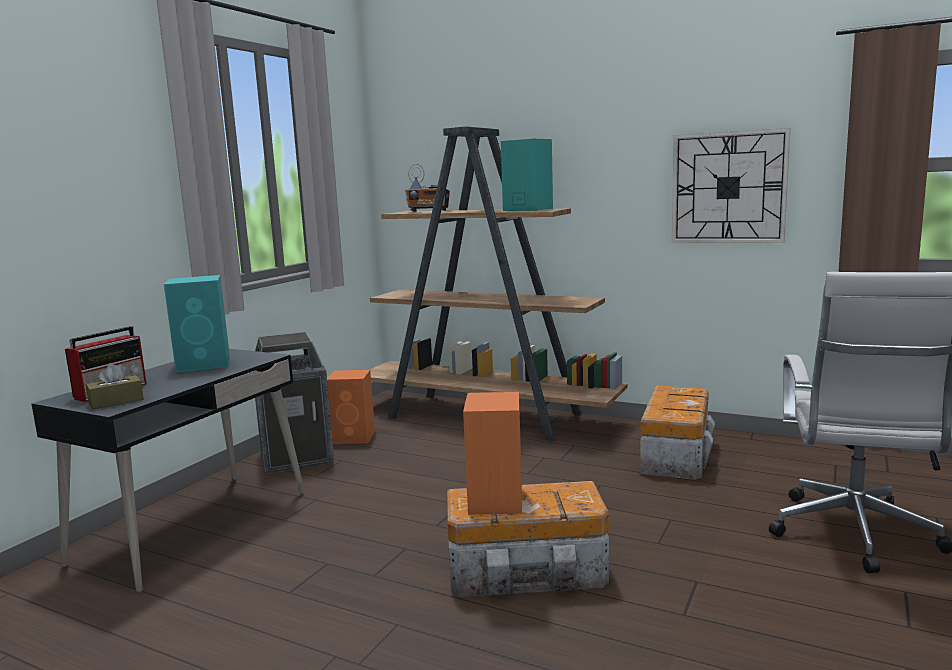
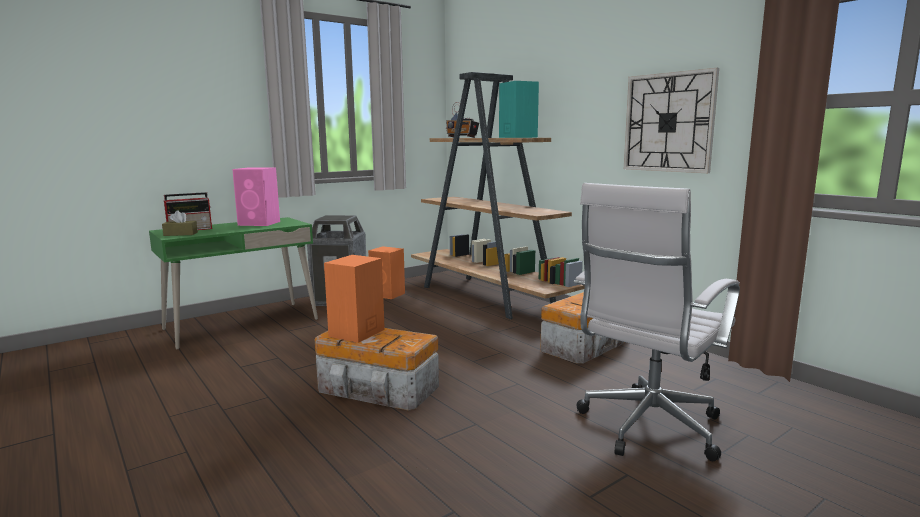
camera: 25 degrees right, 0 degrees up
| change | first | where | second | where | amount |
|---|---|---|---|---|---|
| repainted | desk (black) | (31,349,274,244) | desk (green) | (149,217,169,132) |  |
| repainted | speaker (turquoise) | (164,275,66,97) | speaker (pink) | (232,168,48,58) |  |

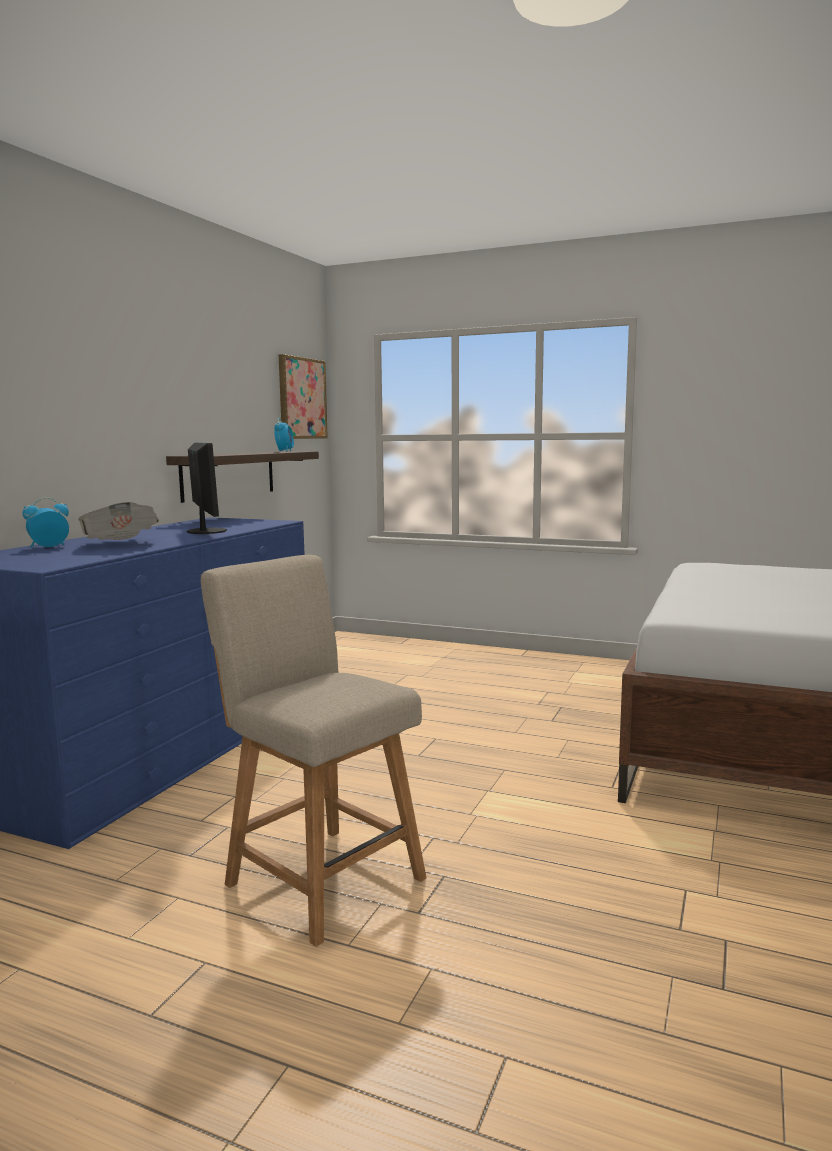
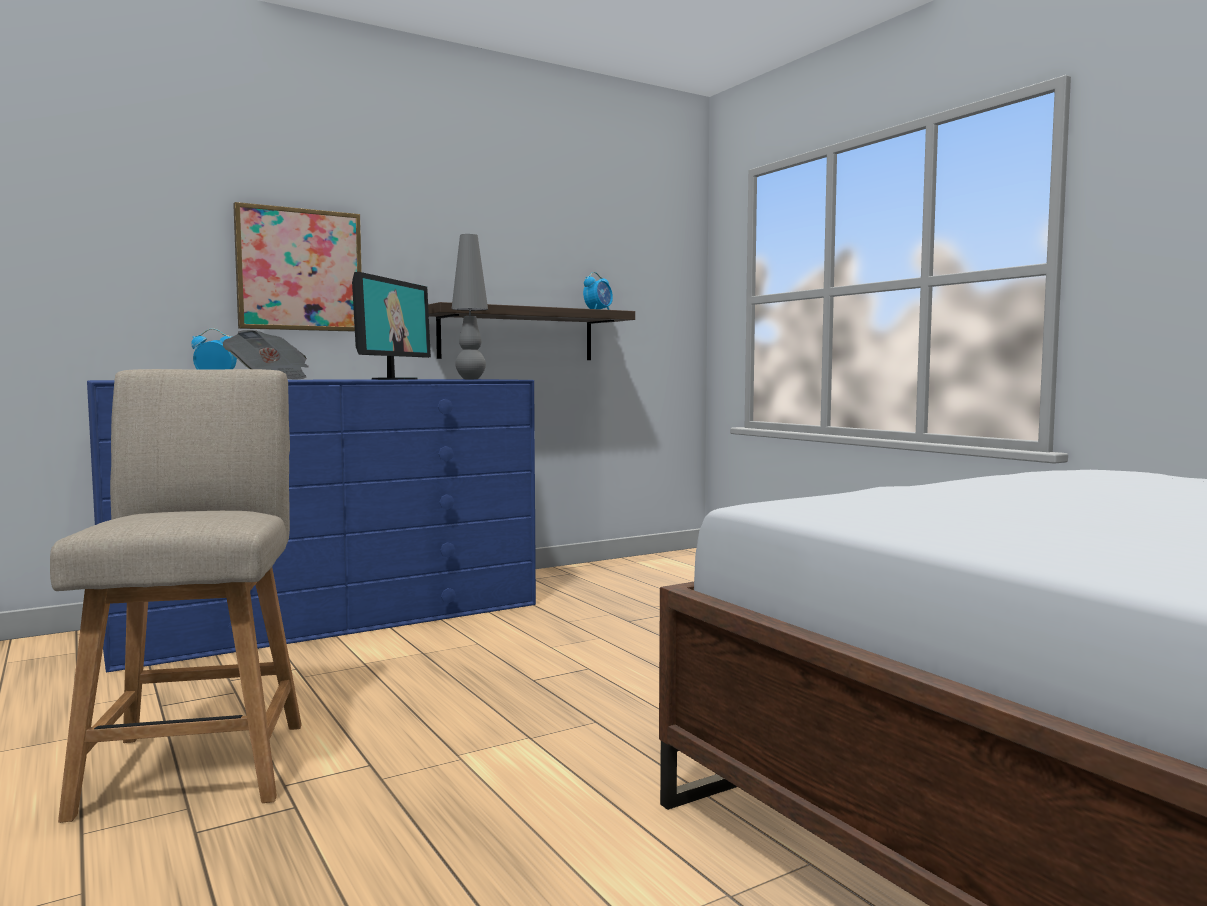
camera: 35 degrees right, 5 degrees down
| change | first | where | second | where | amount |
|---|---|---|---|---|---|
| shifted | picture | (279,354,49,85) |  | (233,202,129,130) |  |
| new |  |  | table lamp (grey) | (452,234,36,145) |  |

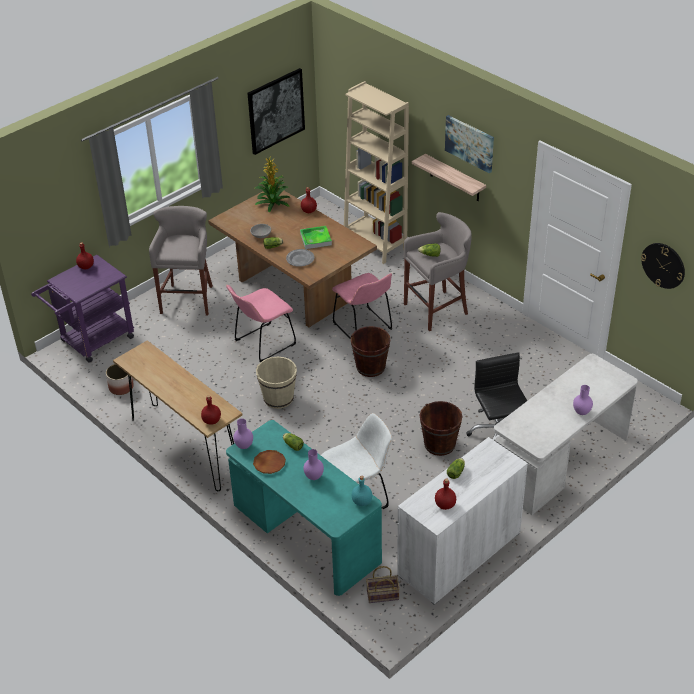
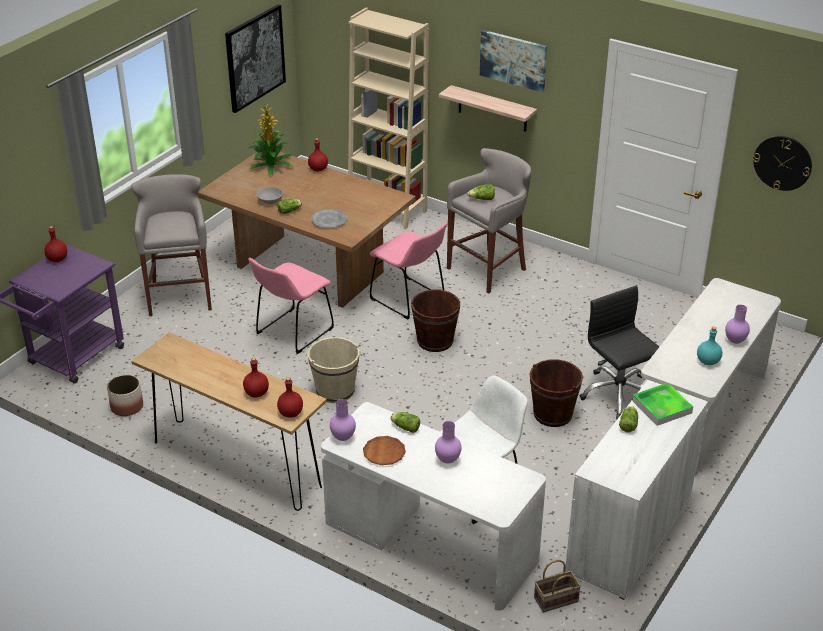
camera: 15 degrees left, 5 degrees down
| change | first | where | second | where | amount |
|---|---|---|---|---|---|
| repainted | desk (turquoise) | (226,420,156,176) | desk (white) | (321,402,225,209) |  |
| shifted | tray | (300,226,32,23) |  | (632,383,61,43) |  |
| shifted | bottle (turquoise) | (351,476,21,30) |  | (697,327,25,38) |  |
| shifted | bottle (red) | (435,478,21,32) |  | (243,358,26,40) |  |

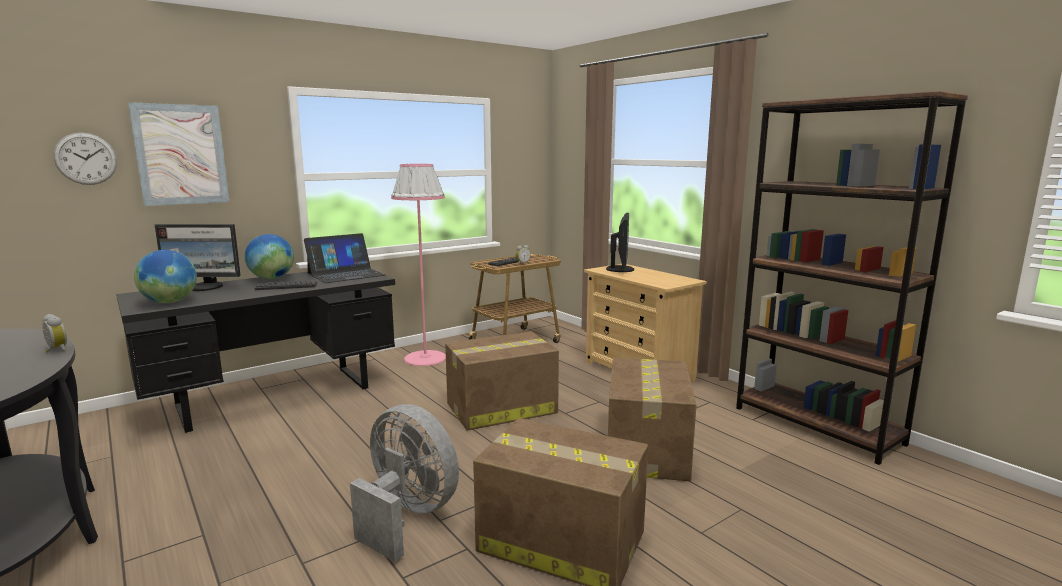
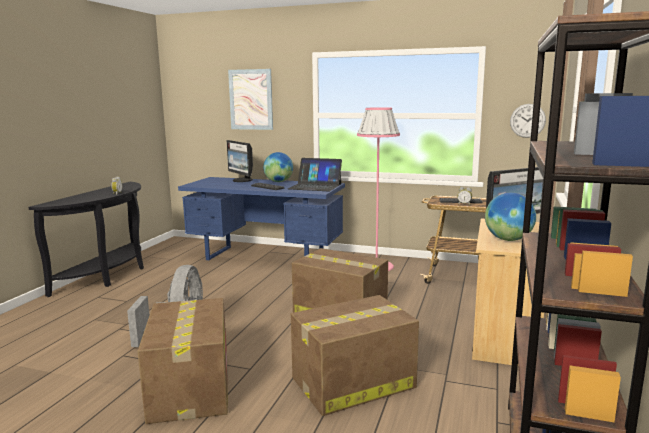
camera: 55 degrees right, 0 degrees up
| change | first | where | second | where | amount |
|---|---|---|---|---|---|
| shifted | wall clock | (53,133,64,52) |  | (510,104,36,34) |  |
| repainted | desk (black) | (116,272,279,161) | desk (blue) | (178,177,167,83) |  |
| shifted | globe | (134,250,63,53) |  | (485,193,51,48) |  |

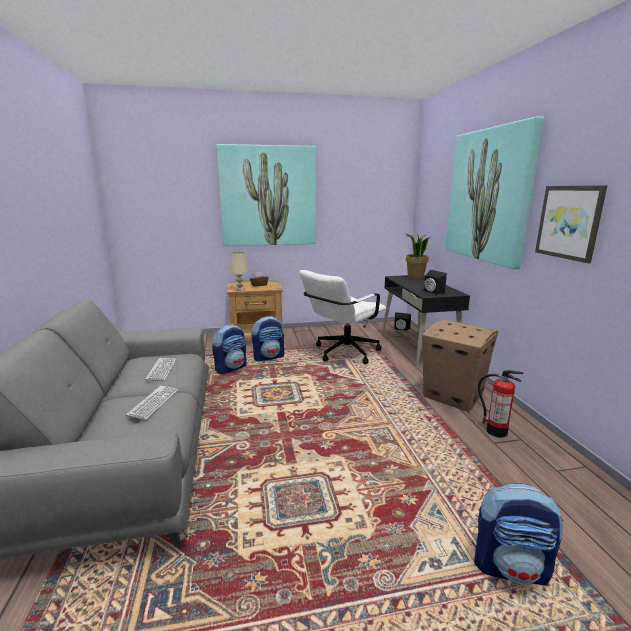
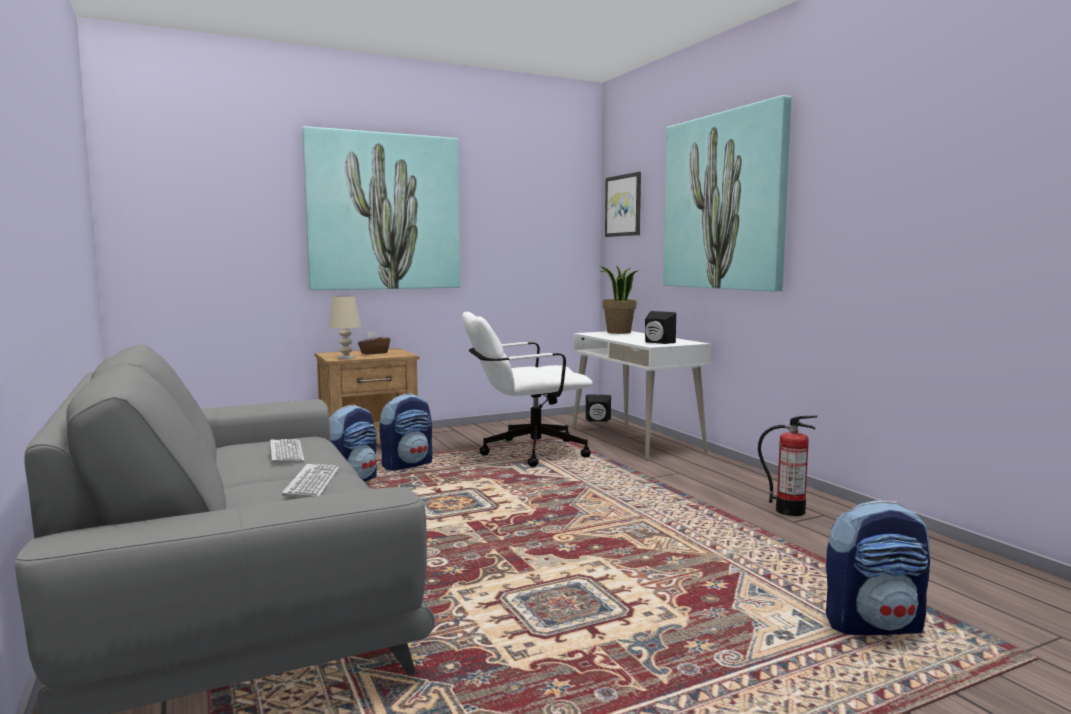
camera: 15 degrees left, 10 degrees down
| change | first | where | second | where | amount |
|---|---|---|---|---|---|
| rotated | office chair (white) | (300,270,86,94) |  | (462,312,131,155) | 45 degrees clockwise |
| repainted | desk (black) | (381,275,89,95) | desk (white) | (572,331,139,130) |  |
| gone | cardboard box | (422,320,76,92) |  |  |  |
| shifted | picture | (535,185,72,78) |  | (605,172,36,65) |  |

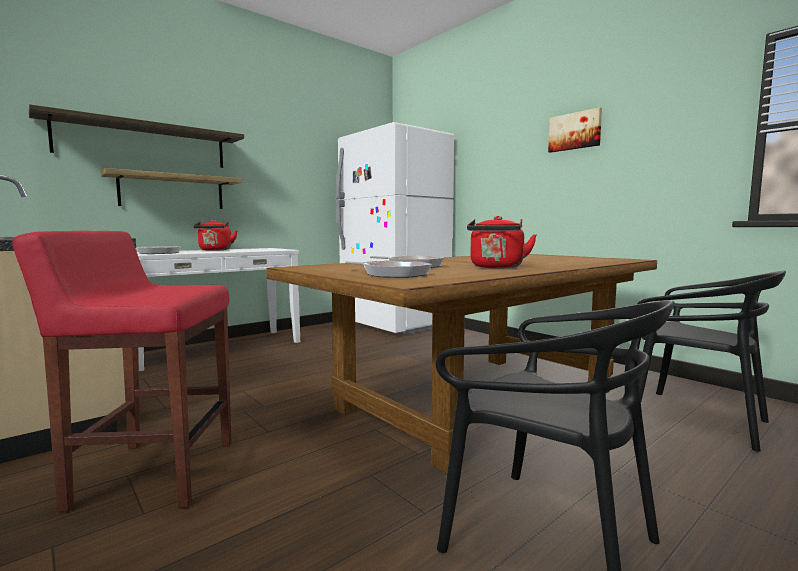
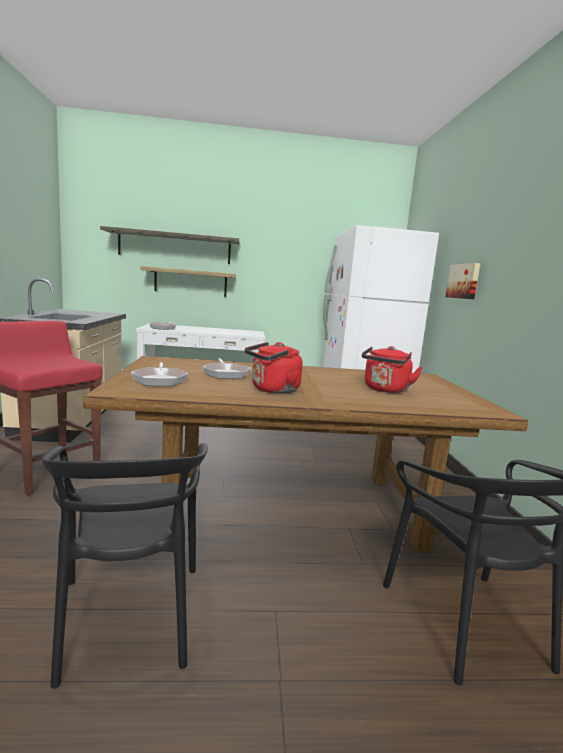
camera: 35 degrees right, 5 degrees up
| change | first | where | second | where | amount |
|---|---|---|---|---|---|
| shifted | kettle (red) | (193,220,44,31) |  | (362,346,61,47) |  |
| shifted | picture | (548,107,54,46) |  | (445,263,35,36) |  |

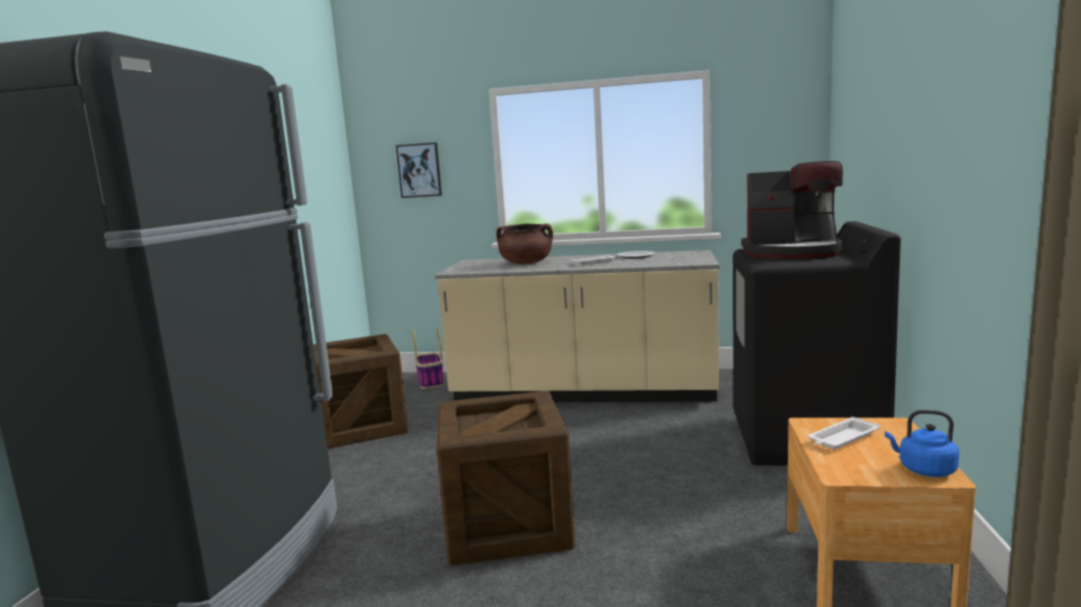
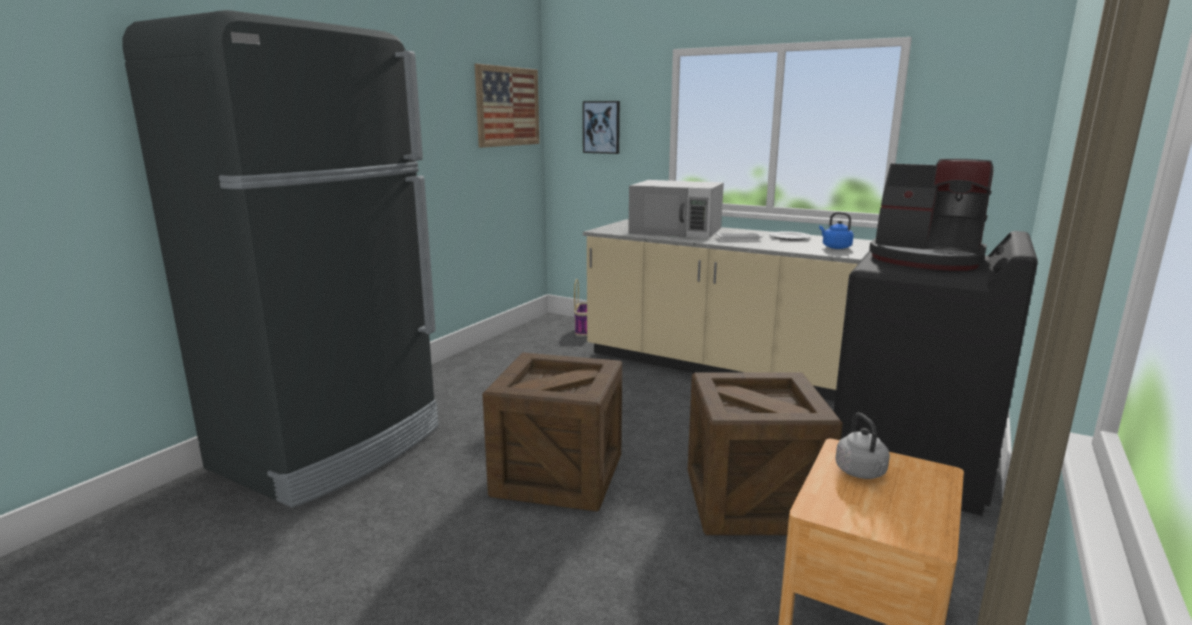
camera: 20 degrees right, 5 degrees up
| change | first | where | second | where | amount |
|---|---|---|---|---|---|
| shifted | crate | (313,334,95,114) |  | (688,373,155,162) |  |
| swapped | cooking pot (brown) | (496,223,57,41) | microwave (white) | (628,180,96,58) |  |
| swapped | tray (white) | (808,417,73,32) | kettle (grey) | (836,413,54,66) |  |
| shifted | kettle (blue) | (885,410,74,67) |  | (819,212,34,37) |  |
| new |  |  | picture | (475,64,65,84) |  |

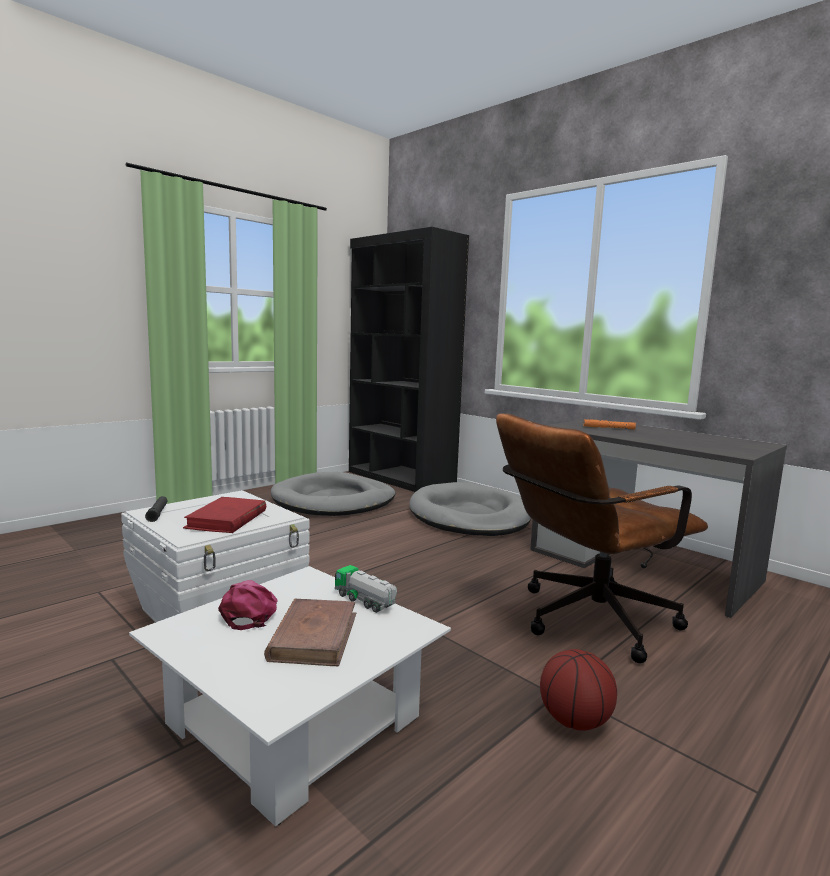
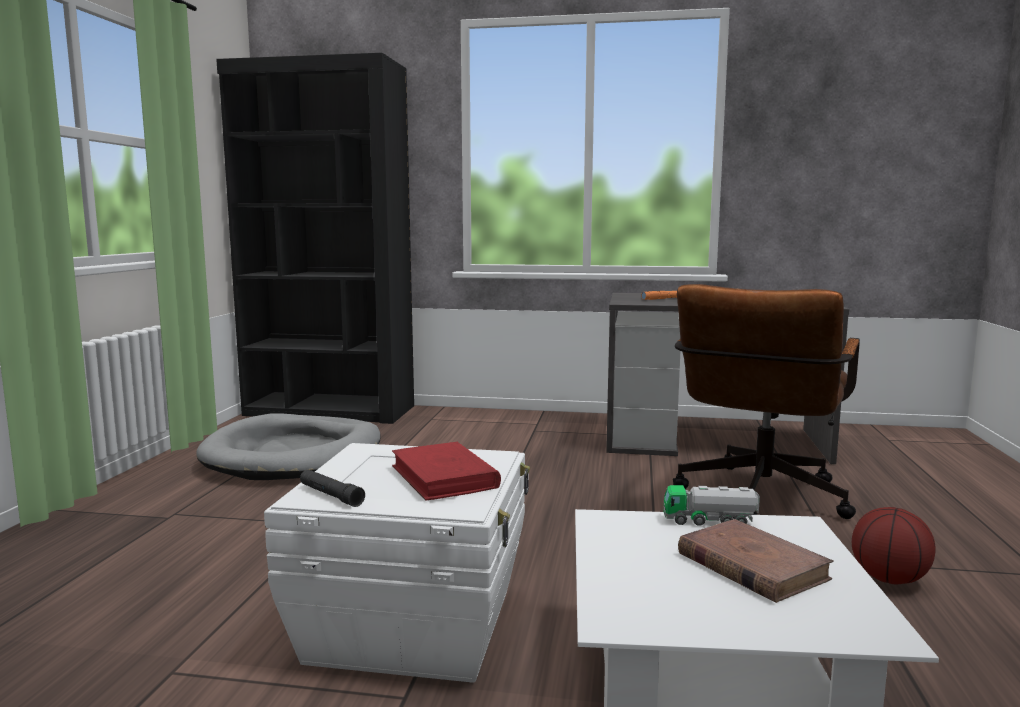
camera: 35 degrees left, 0 degrees up
| change | first | where | second | where | amount |
|---|---|---|---|---|---|
| gone | cap (pink) | (218,580,60,50) |  |  |  |
| gone | dog bed (grey) | (409,482,122,54) |  |  |  |

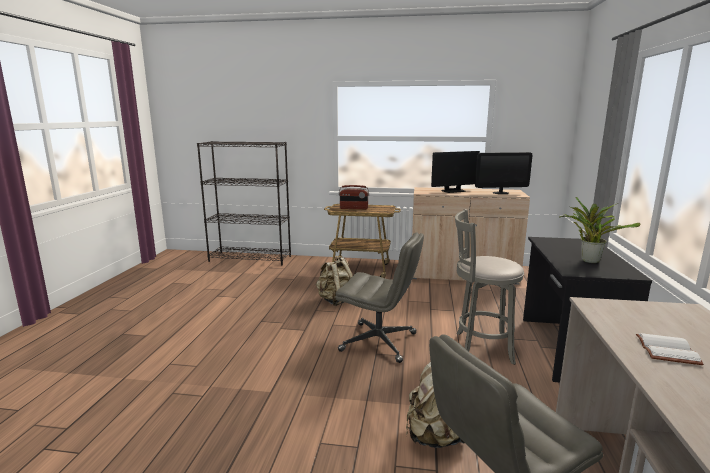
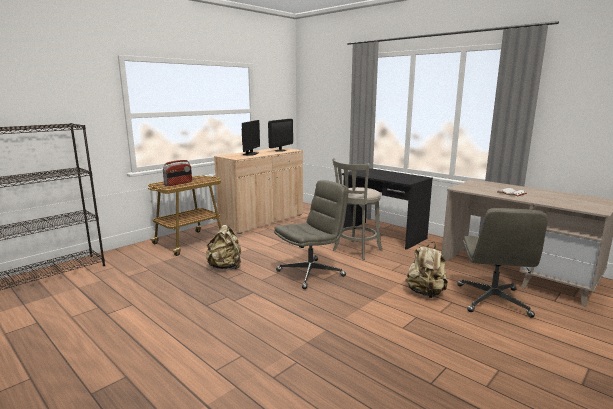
camera: 55 degrees left, 0 degrees up
| change | first | where | second | where | amount |
|---|---|---|---|---|---|
| gone | potted plant | (560,197,81,66) |  |  |  |

